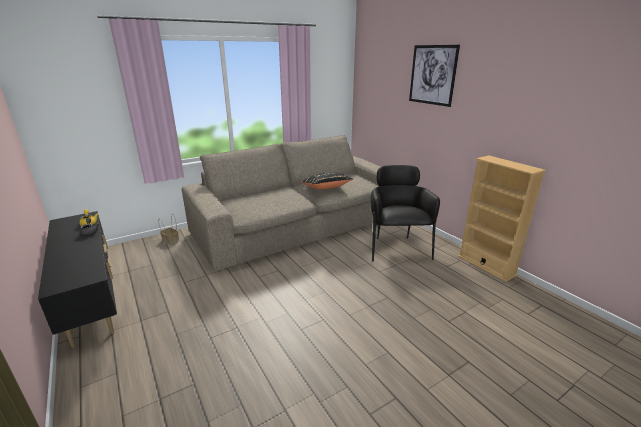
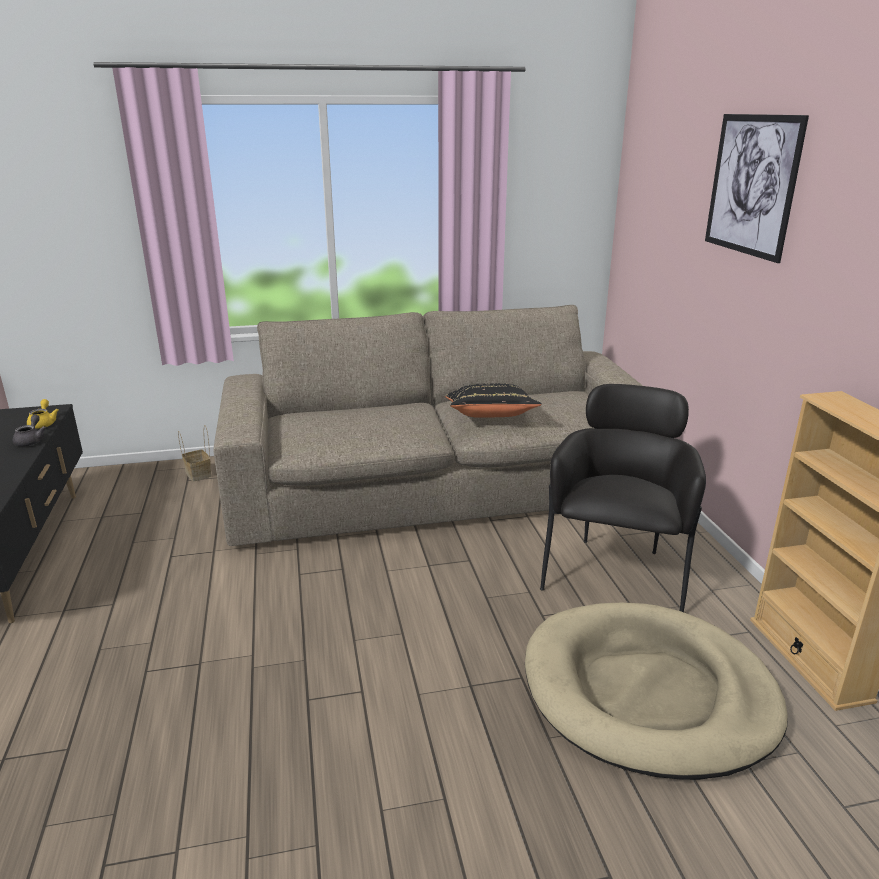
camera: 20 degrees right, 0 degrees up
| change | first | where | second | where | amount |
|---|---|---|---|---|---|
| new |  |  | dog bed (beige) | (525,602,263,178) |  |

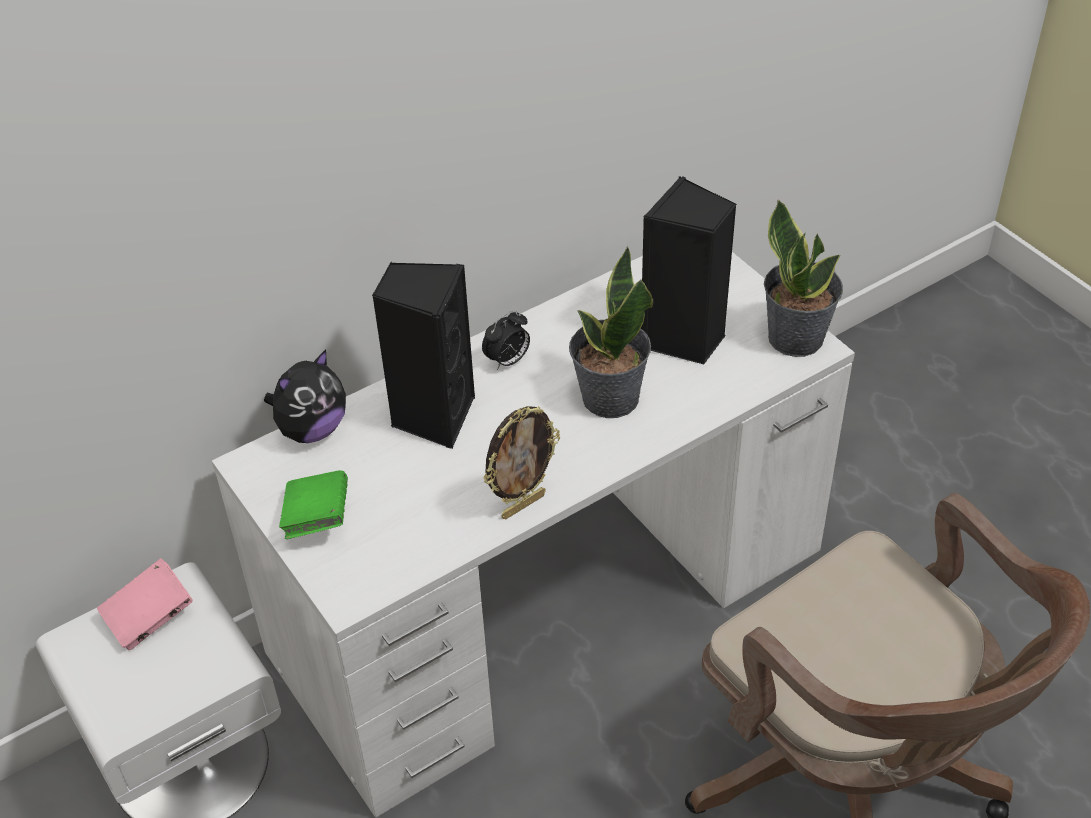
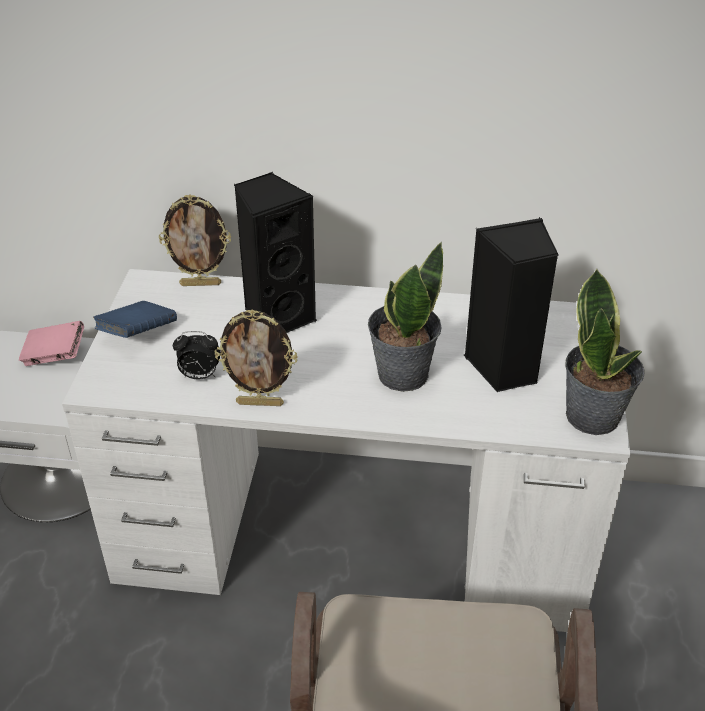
camera: 40 degrees right, 5 degrees down
| change | first | where | second | where | amount |
|---|---|---|---|---|---|
| swapped | plush toy | (264,349,82,94) | picture frame | (159,194,72,92) |  |
| repainted | book (green) | (279,470,69,69) | book (blue) | (93,301,84,37) |  |
| shifted | alarm clock | (482,310,48,60) |  | (173,331,47,48) |  |

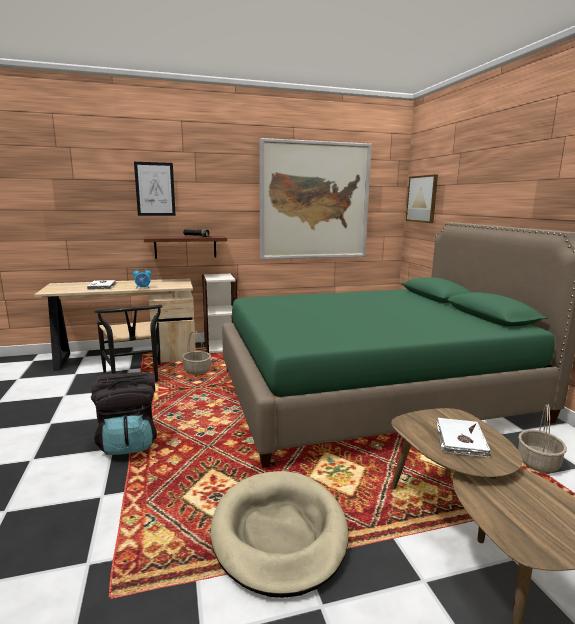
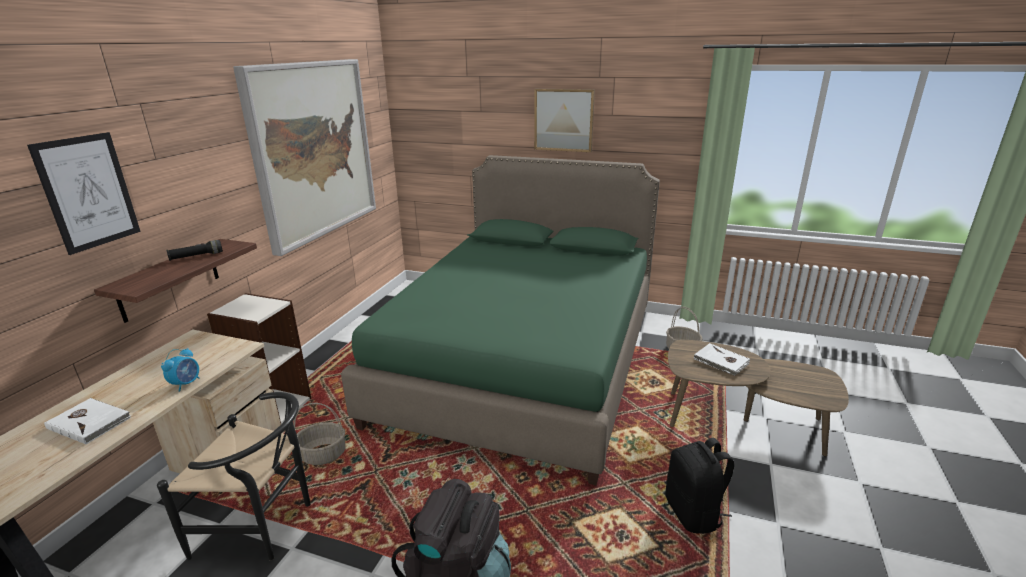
camera: 55 degrees left, 10 degrees up
| change | first | where | second | where | amount |
|---|---|---|---|---|---|
| swapped | dog bed (beige) | (211,471,138,127) | backpack (black) | (666,438,68,96) |  |
| shifted | picture | (406,174,32,49) |  | (534,89,61,63) |  |

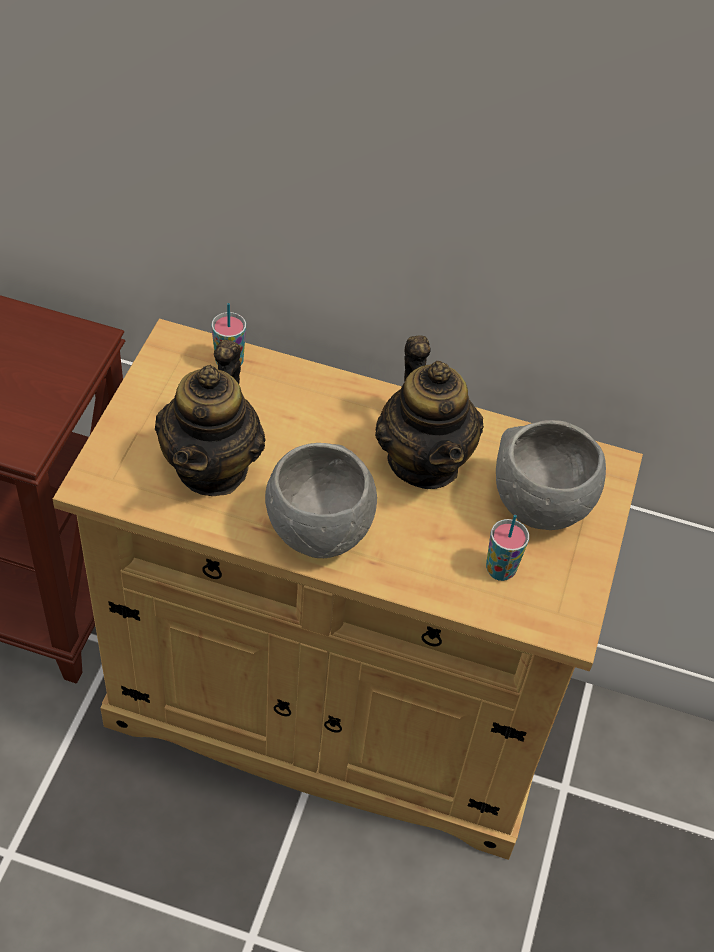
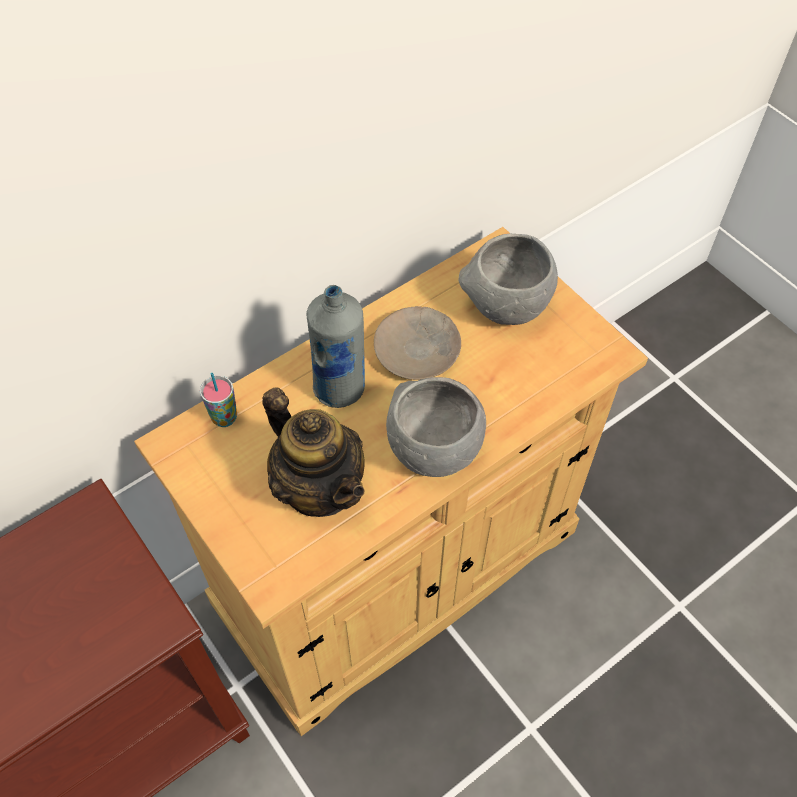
camera: 50 degrees left, 5 degrees up
| change | first | where | second | where | amount |
|---|---|---|---|---|---|
| swapped | teapot | (375,335,109,154) | plate (beige) | (374,306,87,74) |  |
| gone | cup | (486,515,43,66) |  |  |  |
| new |  |  | bottle (grey) | (306,285,59,123) |  |

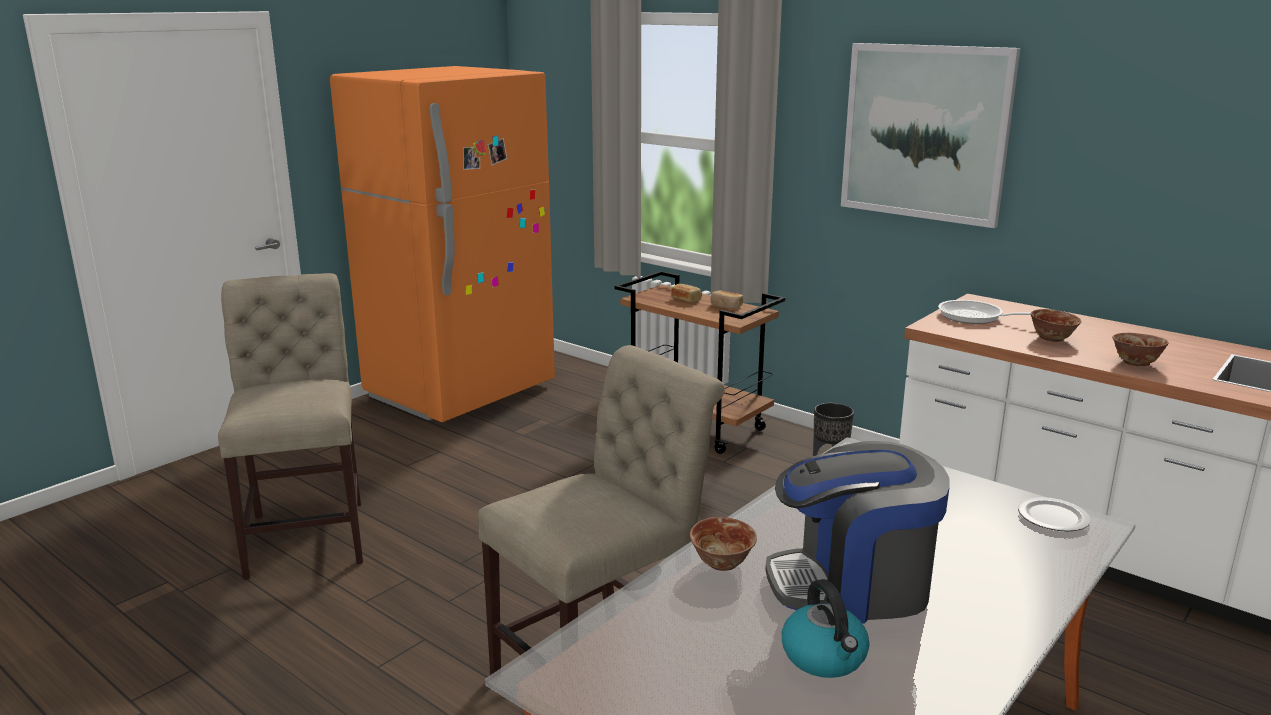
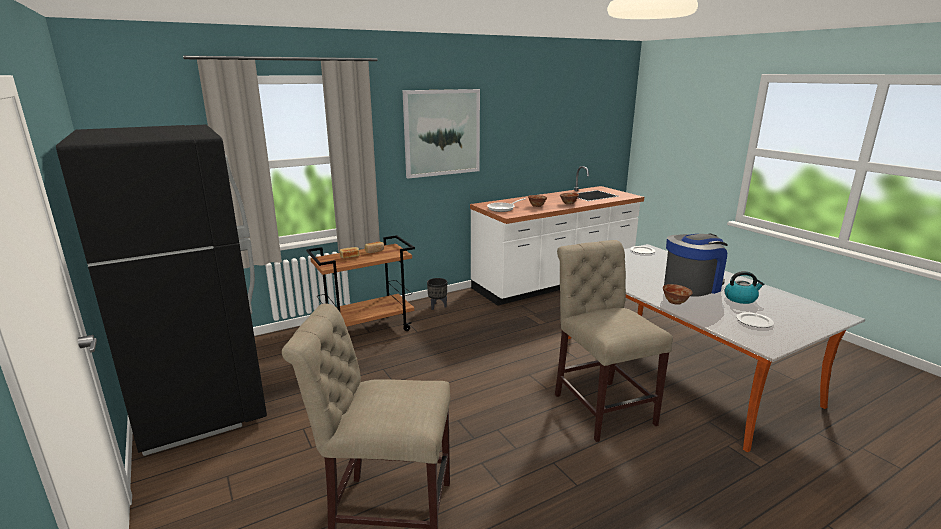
camera: 70 degrees left, 0 degrees up
| change | first | where | second | where | amount |
|---|---|---|---|---|---|
| repainted | fridge (orange) | (330,66,225,356) | fridge (black) | (56,124,211,332) |  |
| rotated | coffee machine | (766,441,184,183) |  | (664,233,64,64) | 135 degrees counterclockwise |
| new |  |  | plate | (736,312,38,16) |  |

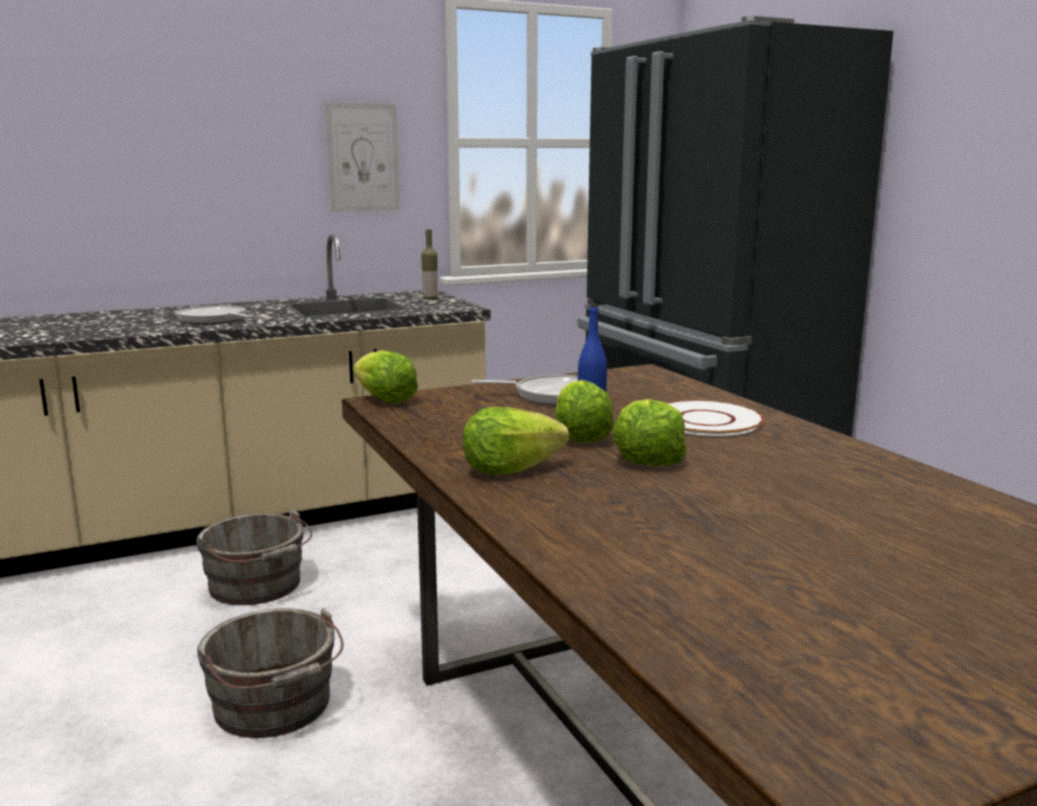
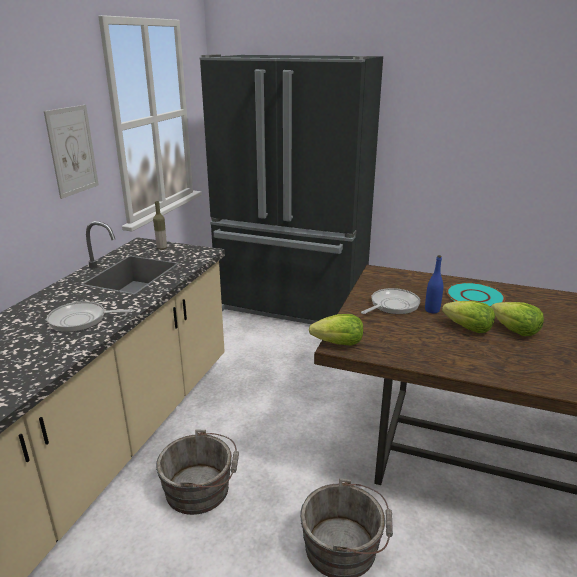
camera: 45 degrees left, 10 degrees up
| change | first | where | second | where | amount |
|---|---|---|---|---|---|
| gone | lettuce | (463,407,106,68) |  |  |  |
| repainted | plate (white) | (668,400,96,36) | plate (turquoise) | (447,283,58,24) |  |

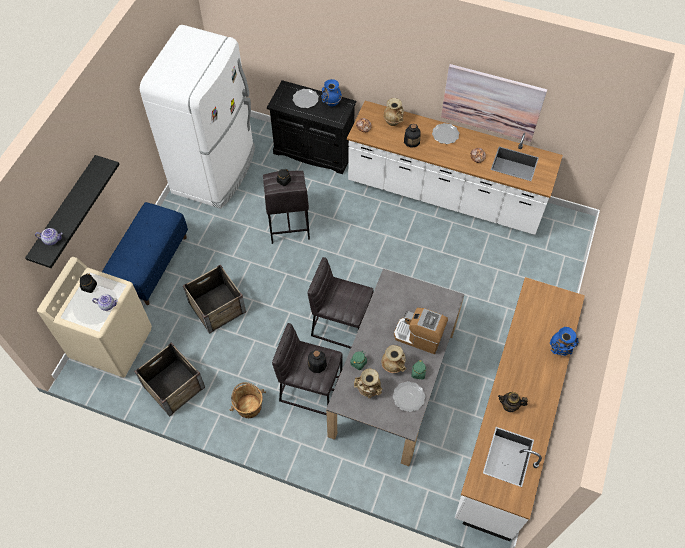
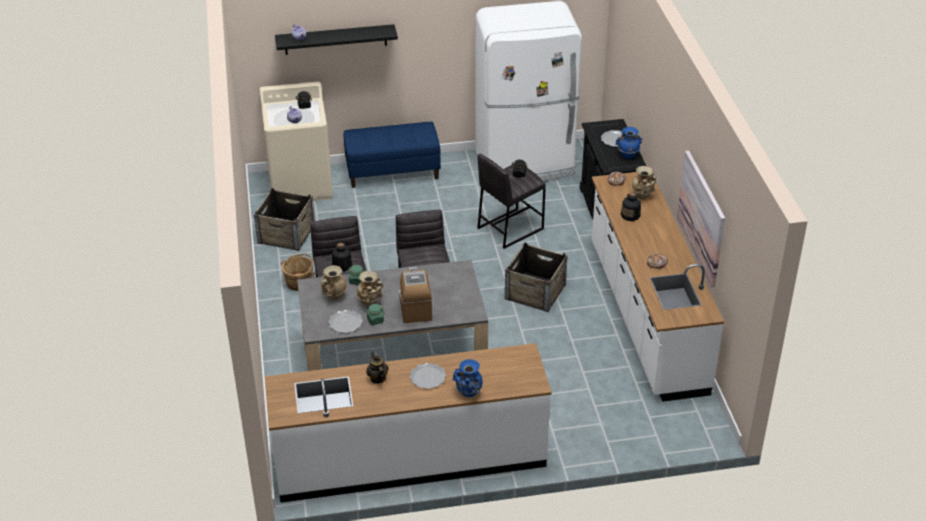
camera: 60 degrees right, 20 degrees down
| change | first | where | second | where | amount |
|---|---|---|---|---|---|
| shifted | crate | (183,265,63,69) |  | (505,242,63,70) |  |
| shifted | plate | (432,123,27,21) |  | (409,363,37,26) |  |

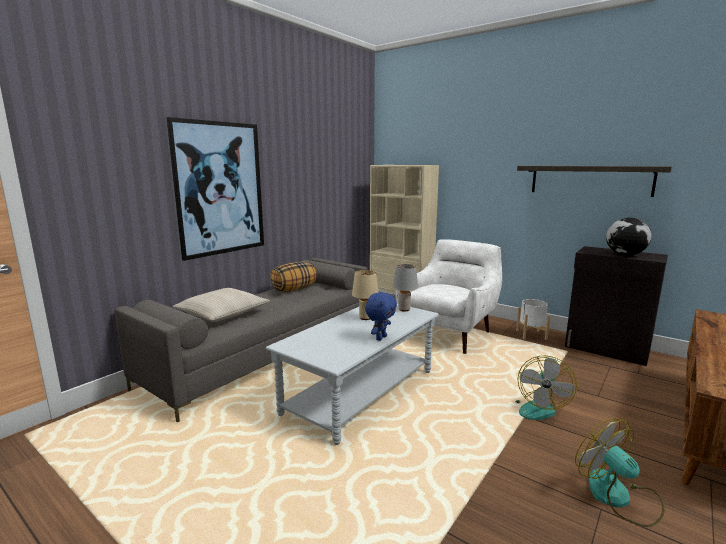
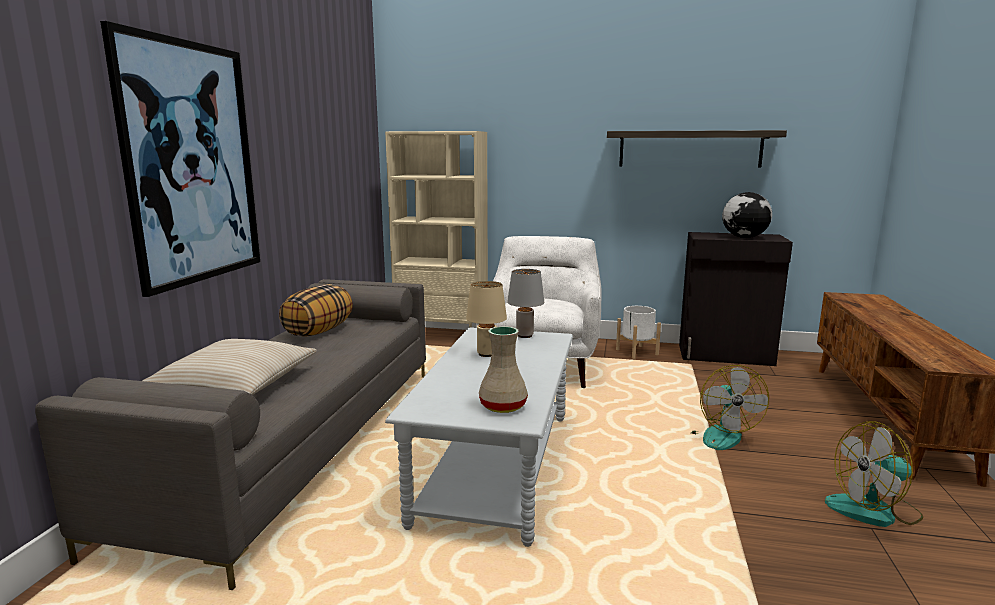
camera: 25 degrees left, 0 degrees up
| change | first | where | second | where | amount |
|---|---|---|---|---|---|
| gone | plush toy (blue) | (365,292,32,49) |  |  |  |
| rotated | fan | (575,418,90,109) |  | (825,421,98,106) | 45 degrees counterclockwise |
| new |  |  | vase (beige) | (479,326,49,87) |  |

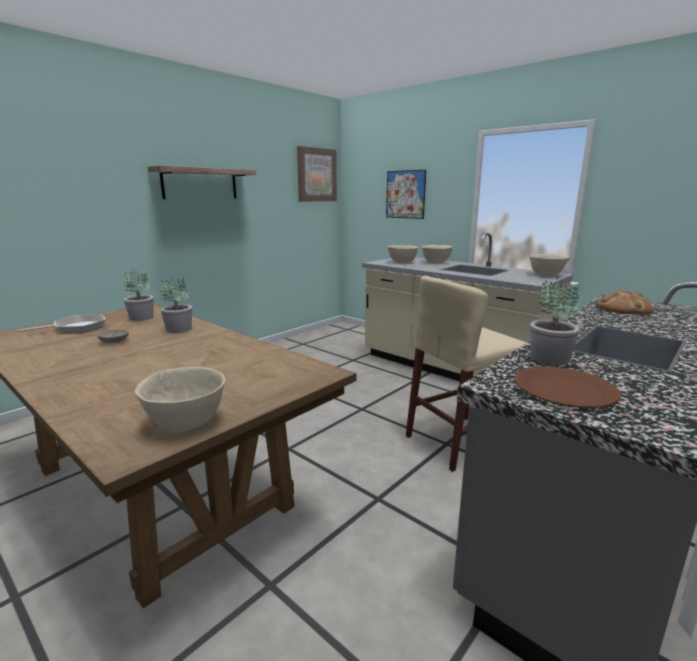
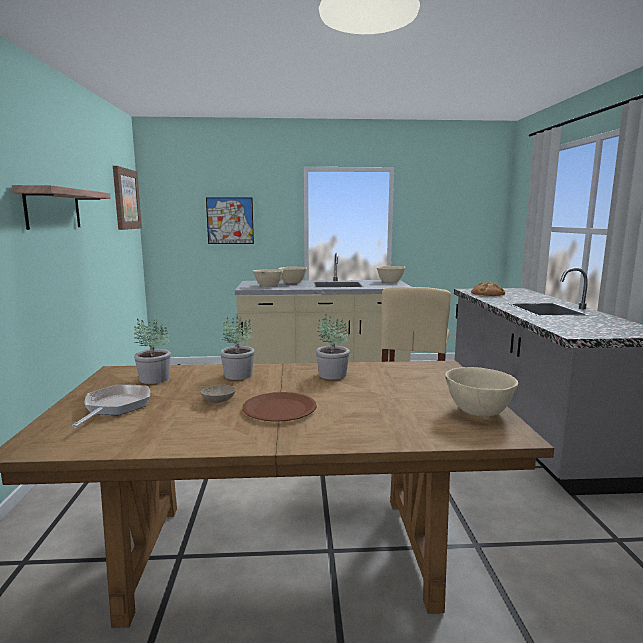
camera: 45 degrees left, 5 degrees down
| change | first | where | second | where | amount |
|---|---|---|---|---|---|
| shifted | plate (brown) | (515,366,106,42) |  | (242,392,75,30) |  |
| shifted | potted plant | (530,276,50,89) |  | (316,314,34,66) |  |

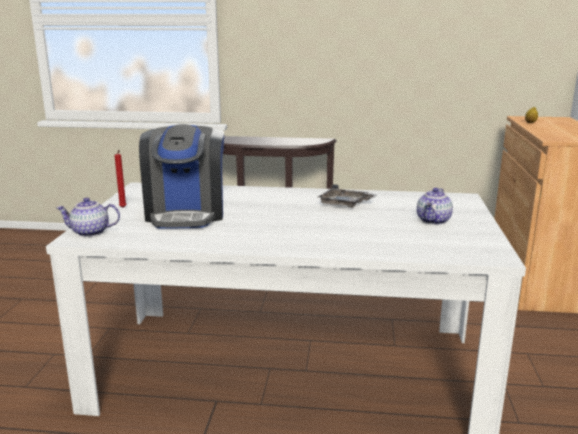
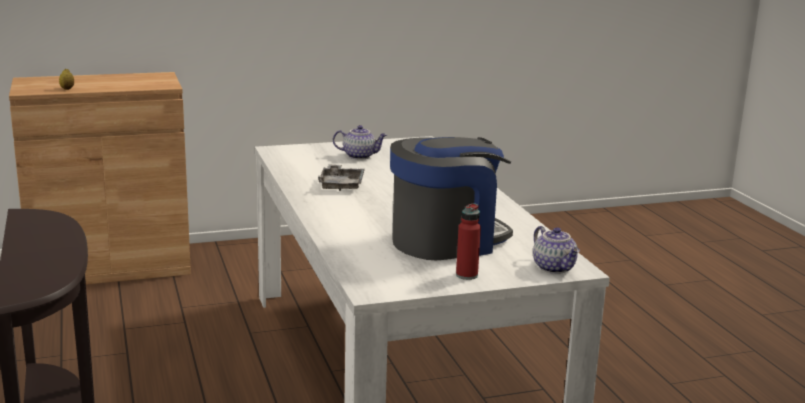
camera: 115 degrees left, 0 degrees up
| change | first | where | second | where | amount |
|---|---|---|---|---|---|
| swapped | candle (red) | (115,150,12,58) | bottle (red) | (456,203,25,77) |  |

